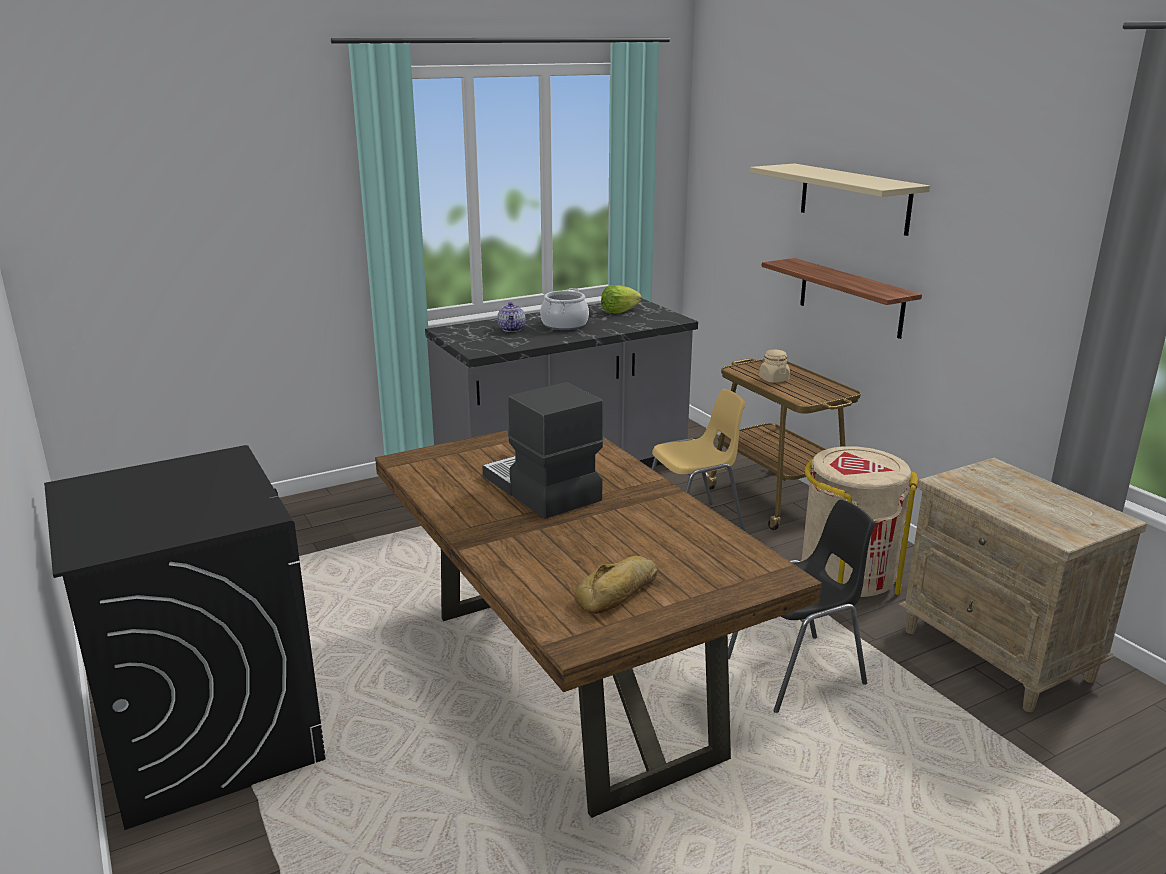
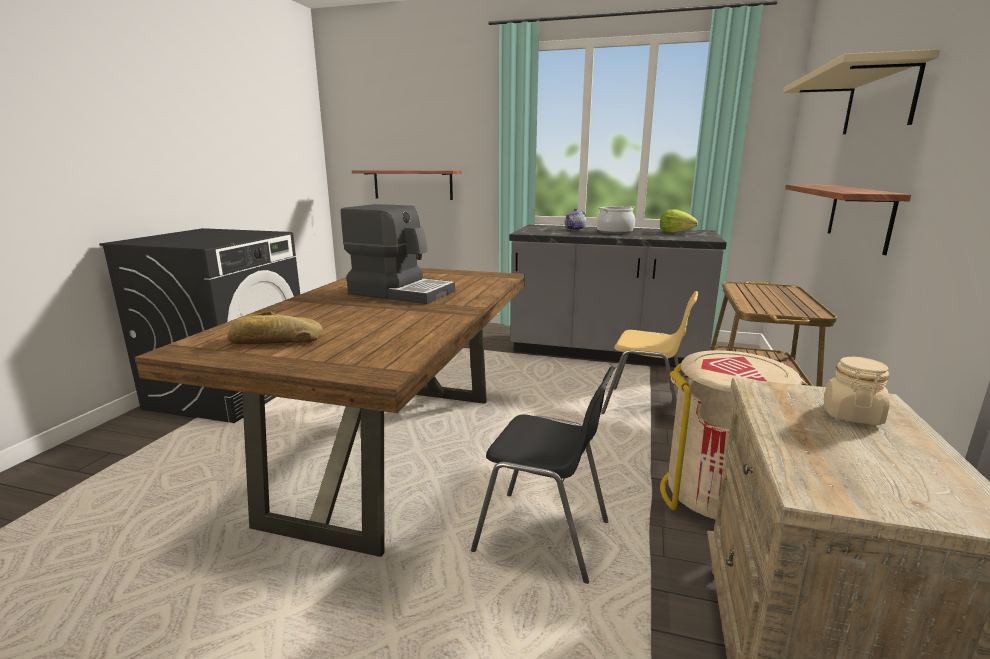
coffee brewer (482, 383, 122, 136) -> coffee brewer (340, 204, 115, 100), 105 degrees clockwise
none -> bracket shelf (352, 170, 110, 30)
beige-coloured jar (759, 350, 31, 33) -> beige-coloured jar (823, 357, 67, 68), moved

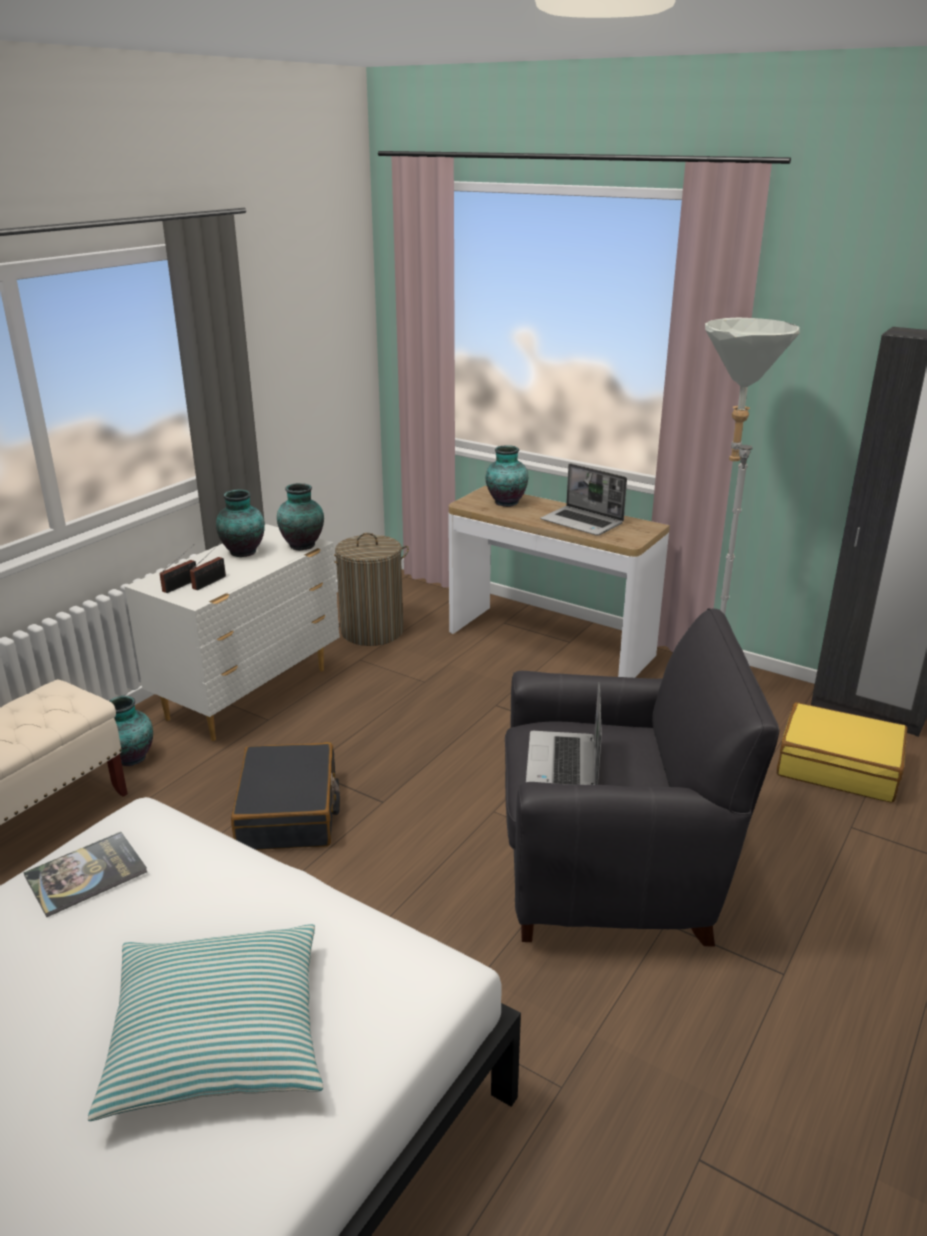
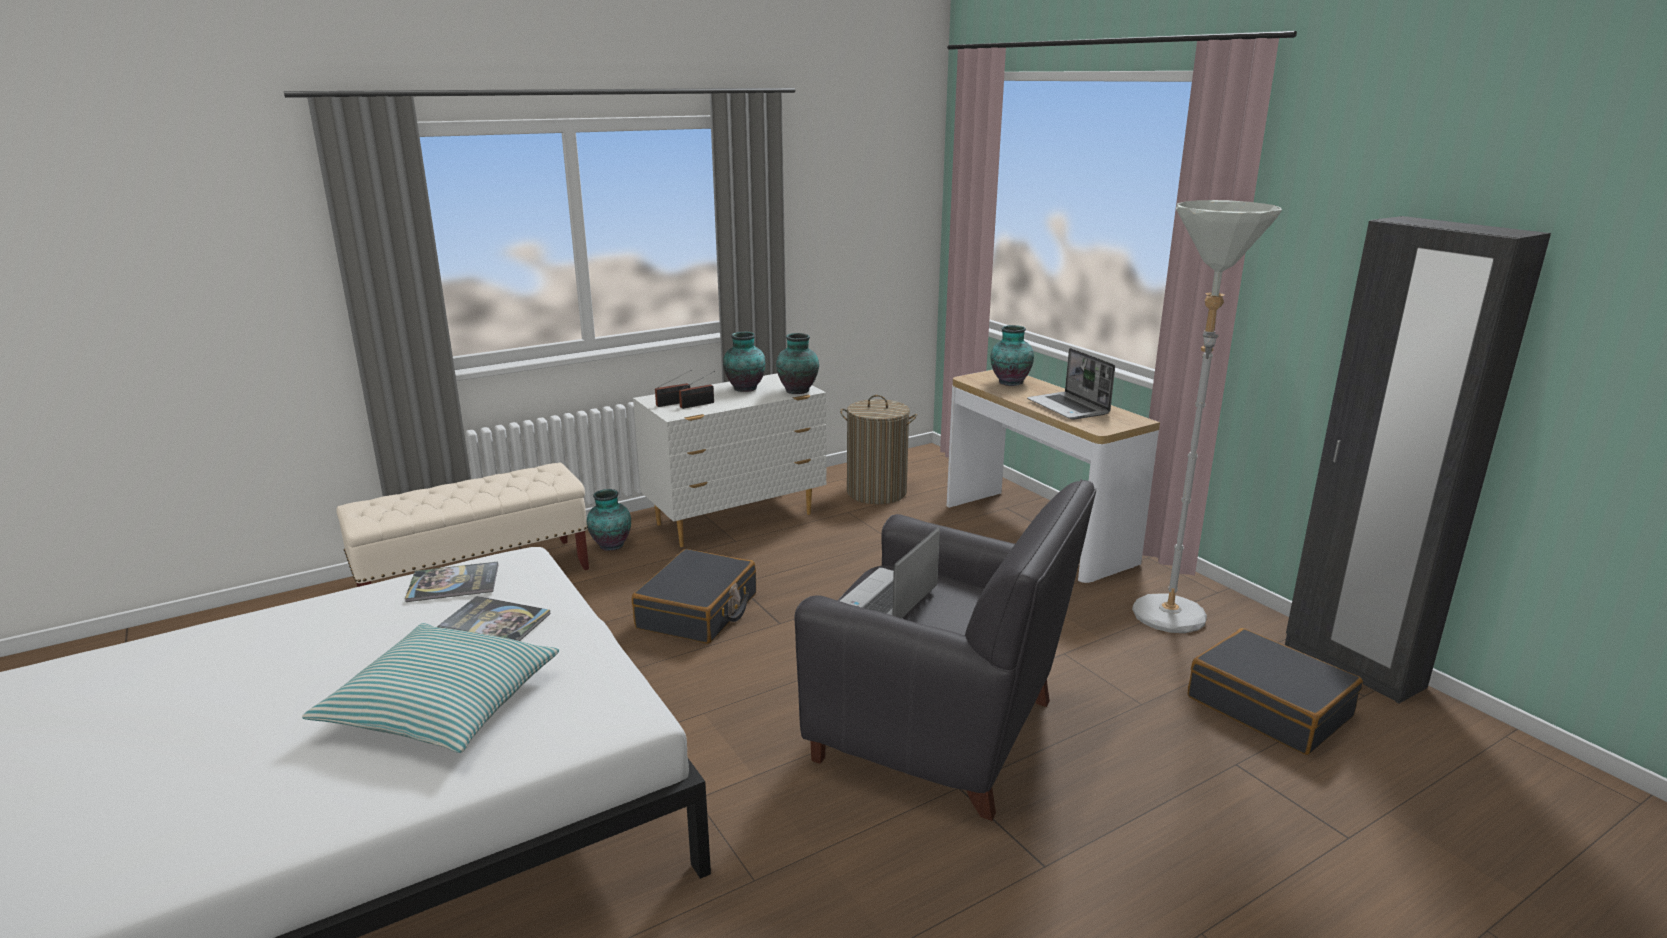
none -> bound book (437, 596, 114, 45)
yellow travel case (776, 703, 131, 100) -> black-coloured travel case (1187, 628, 176, 127)

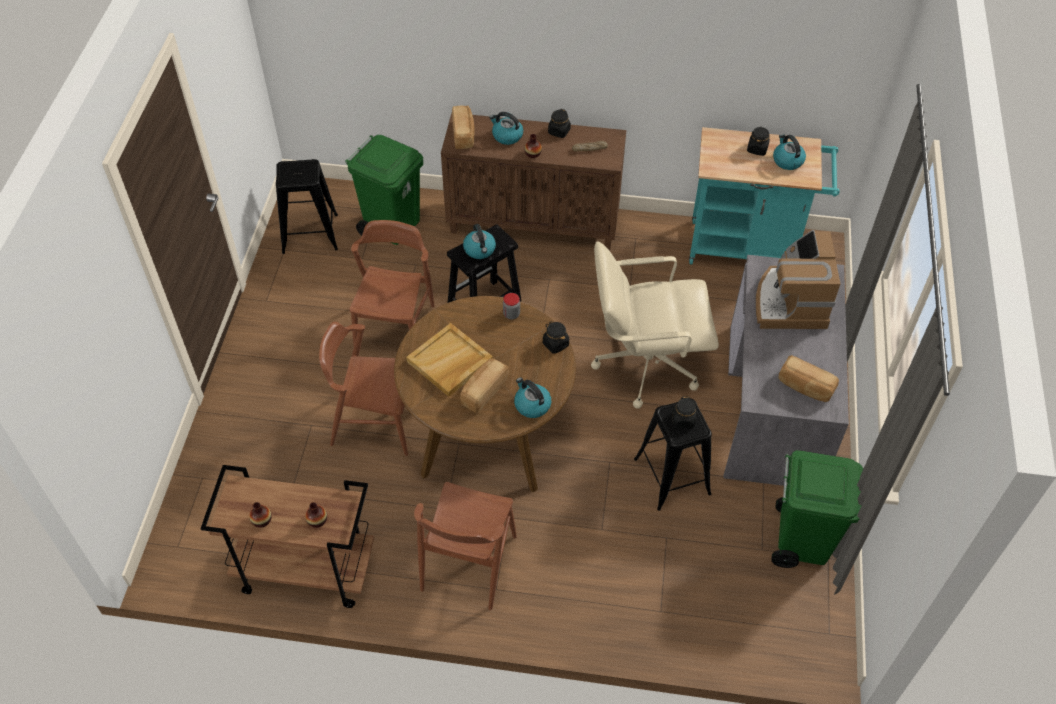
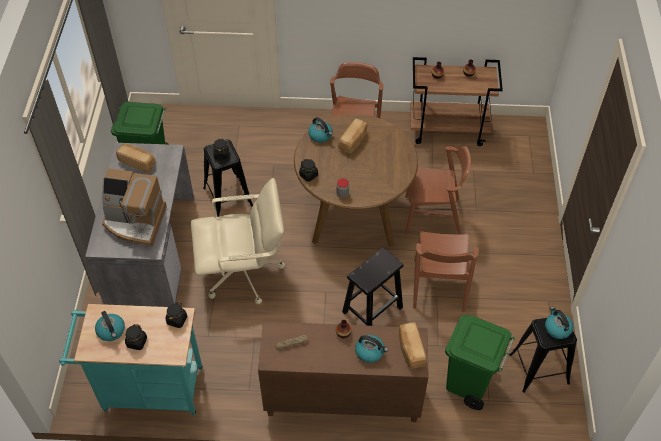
coffee brewer (756, 230, 85, 99) -> coffee brewer (102, 168, 65, 78), 105 degrees clockwise
black-coloured jar (548, 109, 23, 29) -> black-coloured jar (165, 302, 22, 26), moved
tea kettle (463, 224, 33, 35) -> tea kettle (545, 307, 28, 32), moved
beige-coloured serving tray (406, 323, 87, 74) -> none

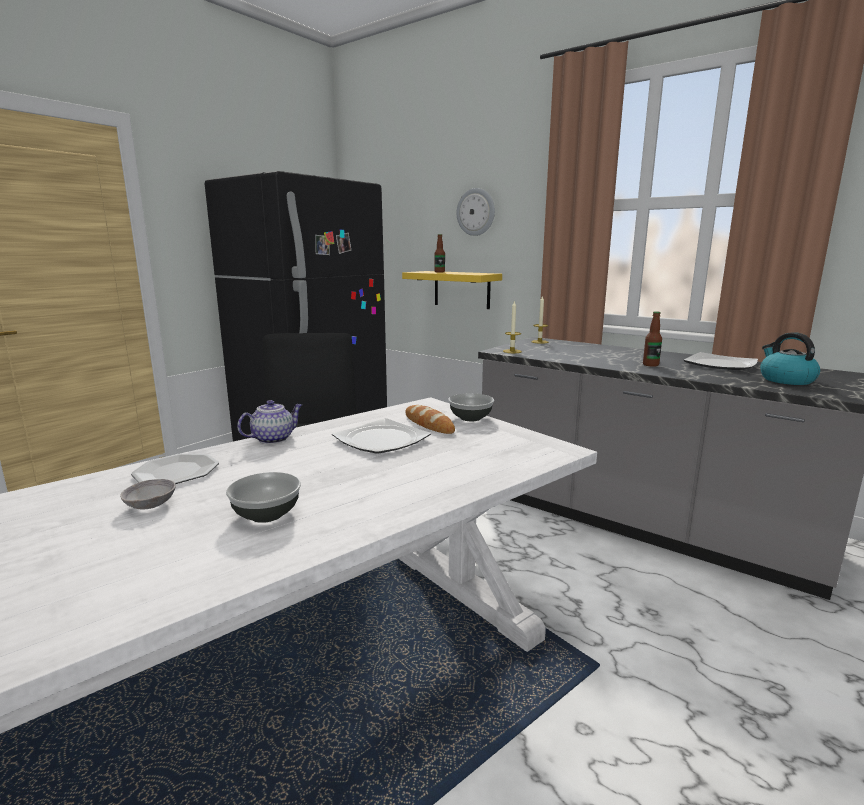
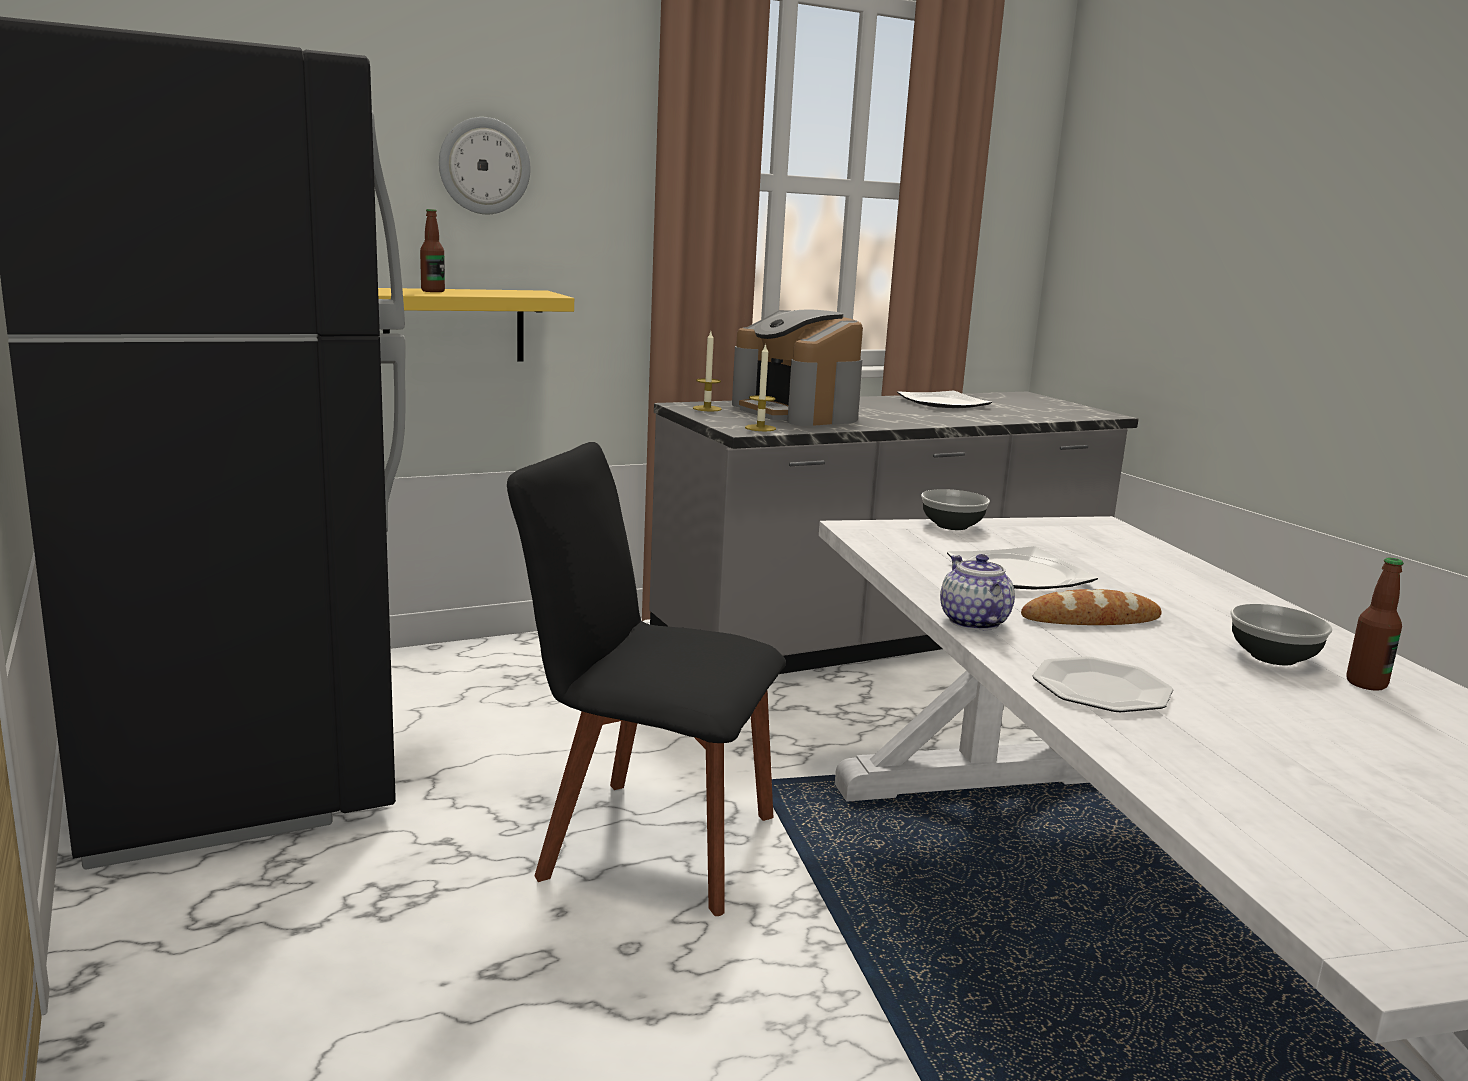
none -> coffee brewer (732, 309, 131, 117)
bakery bread (405, 405, 50, 29) -> bakery bread (1021, 589, 141, 36), moved
beverage bottle (643, 311, 19, 56) -> beverage bottle (1346, 558, 58, 133), moved
grey deep dish (120, 479, 56, 30) -> none
tea kettle (760, 332, 60, 53) -> none

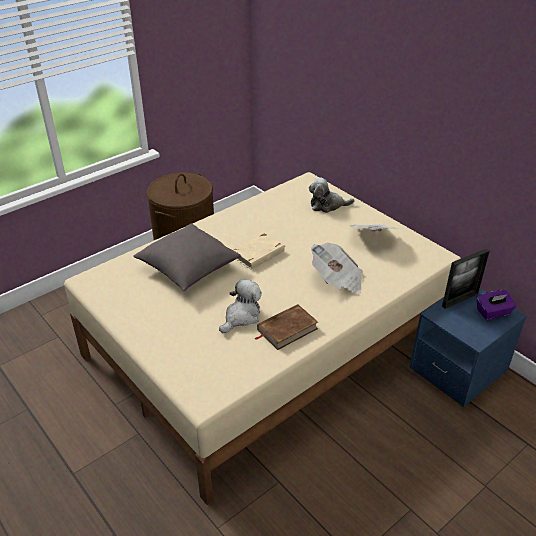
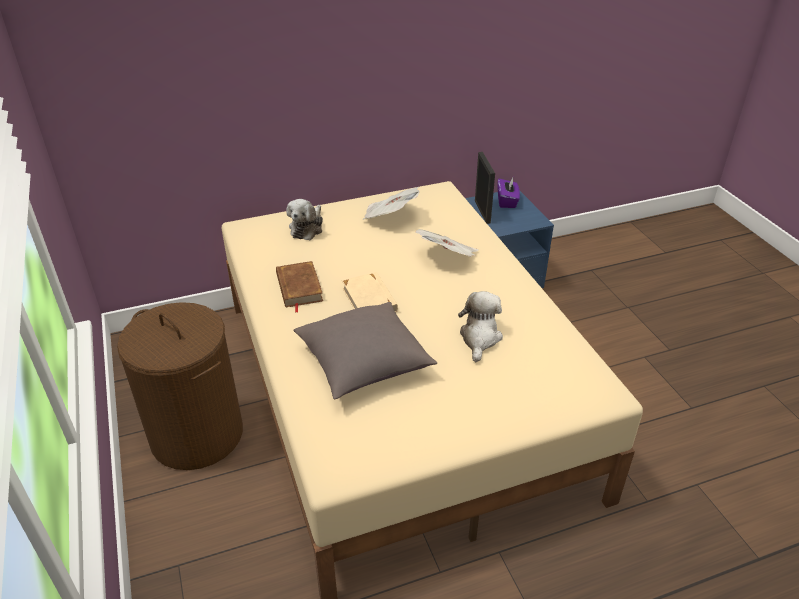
brown-coloured bound book (255, 304, 63, 46) -> brown-coloured bound book (276, 261, 47, 52), moved
soft toy (219, 279, 43, 54) -> soft toy (458, 291, 45, 71), 45 degrees clockwise

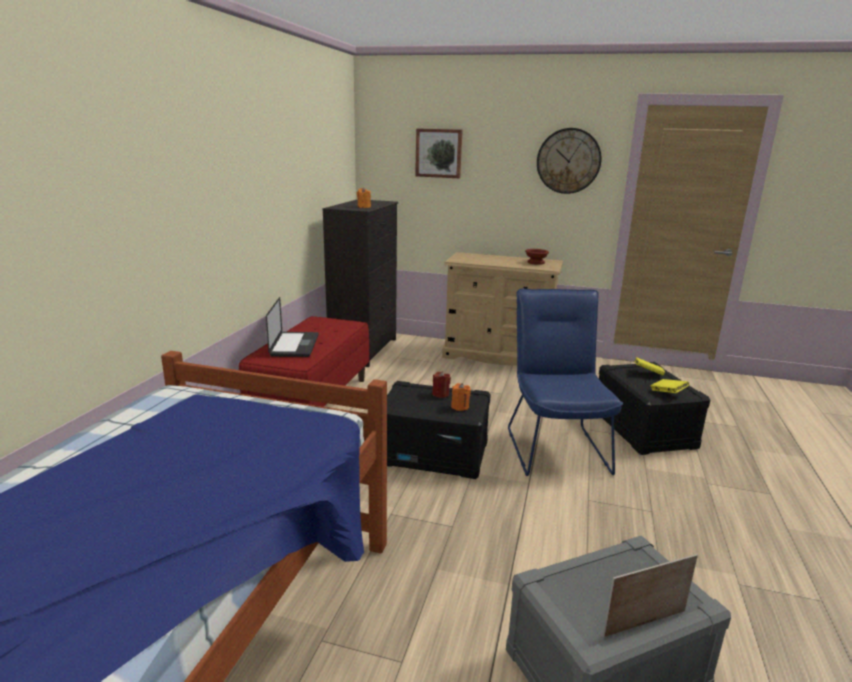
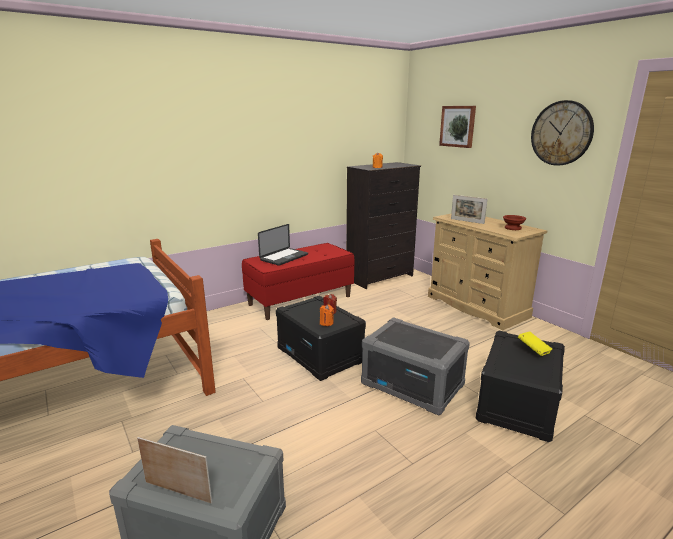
bluish plain chair (508, 288, 115, 188) -> grey storage container (361, 317, 109, 99)
none -> standing frame (451, 195, 36, 29)
yellow bound book (650, 379, 39, 14) -> none

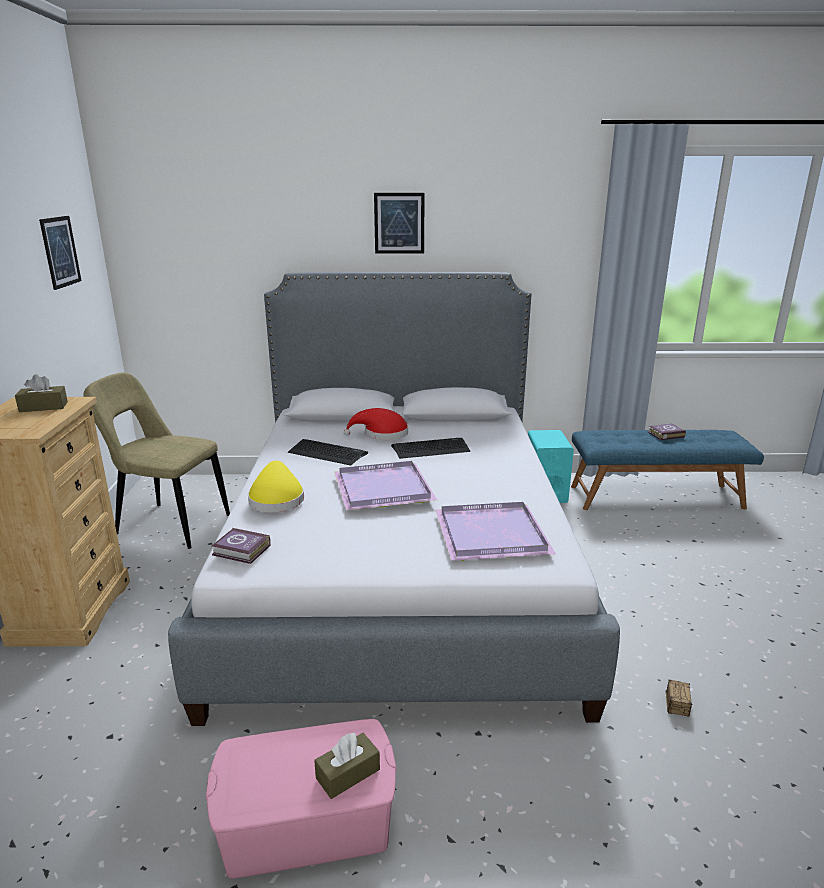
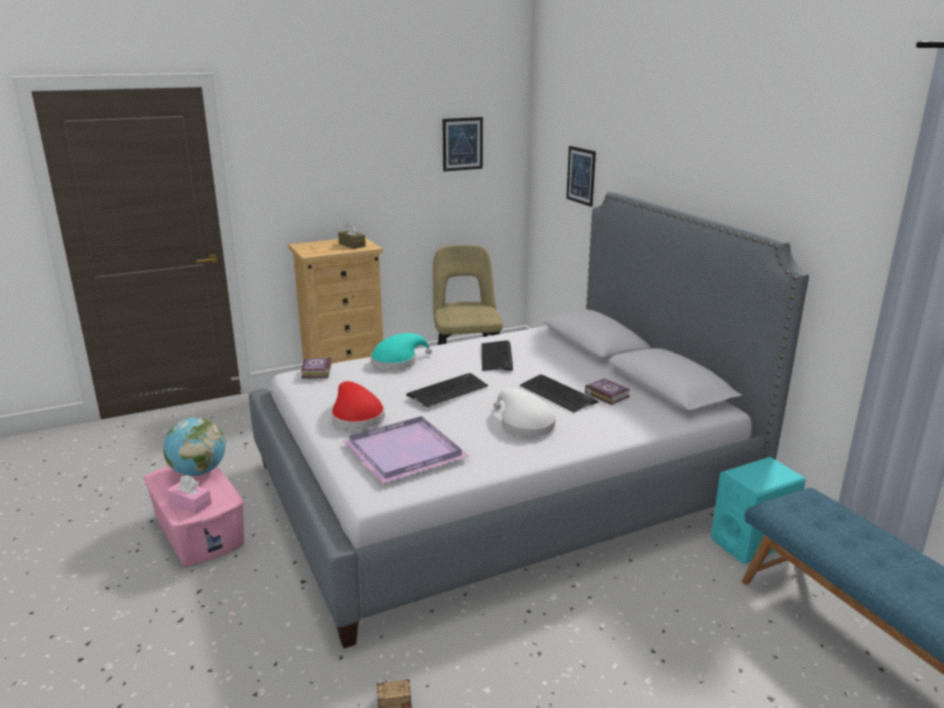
none -> world globe (163, 417, 63, 59)
brown-coloured box of tissues (314, 733, 66, 66) -> pink-coloured box of tissues (167, 475, 45, 39)
red-coloured hat (344, 408, 64, 32) -> red-coloured hat (331, 381, 54, 49), moved
yellow hat (248, 461, 56, 51) -> turquoise-coloured hat (371, 333, 61, 37)
purple serving tray (334, 461, 103, 50) -> computer keyboard (406, 373, 82, 34)
none -> white-coloured hat (494, 388, 61, 49)
picture (374, 193, 51, 61) -> picture (566, 146, 30, 61), moved
bound book (648, 424, 38, 16) -> bound book (585, 379, 46, 26), moved

